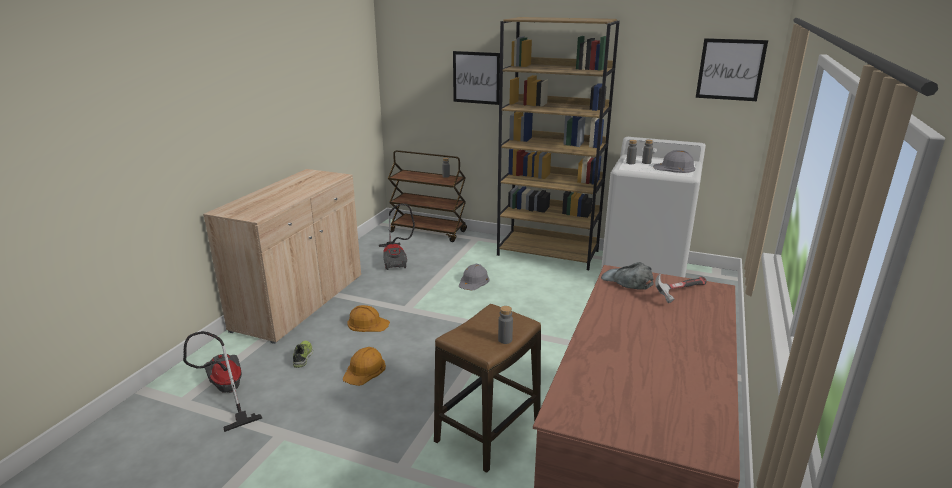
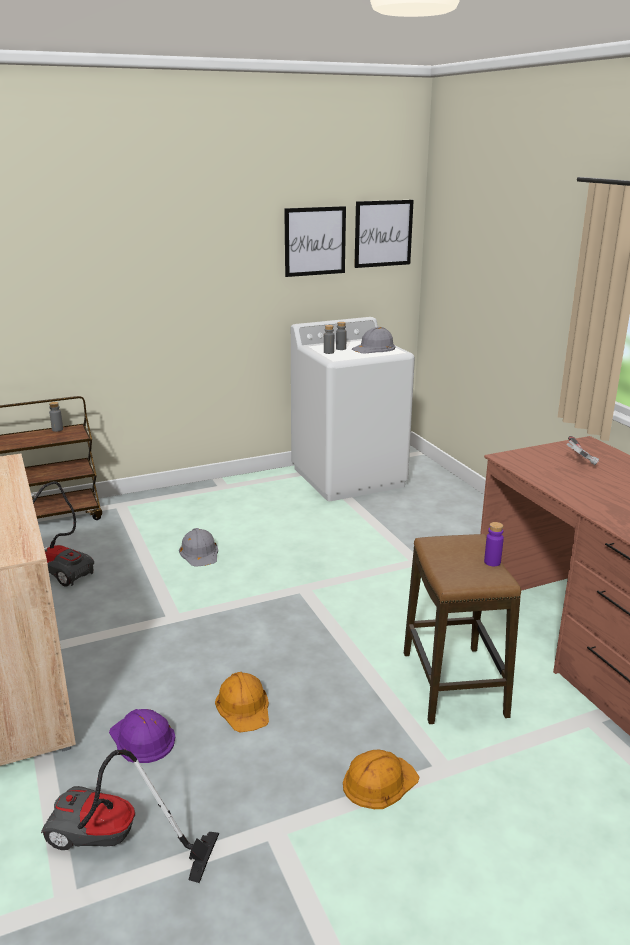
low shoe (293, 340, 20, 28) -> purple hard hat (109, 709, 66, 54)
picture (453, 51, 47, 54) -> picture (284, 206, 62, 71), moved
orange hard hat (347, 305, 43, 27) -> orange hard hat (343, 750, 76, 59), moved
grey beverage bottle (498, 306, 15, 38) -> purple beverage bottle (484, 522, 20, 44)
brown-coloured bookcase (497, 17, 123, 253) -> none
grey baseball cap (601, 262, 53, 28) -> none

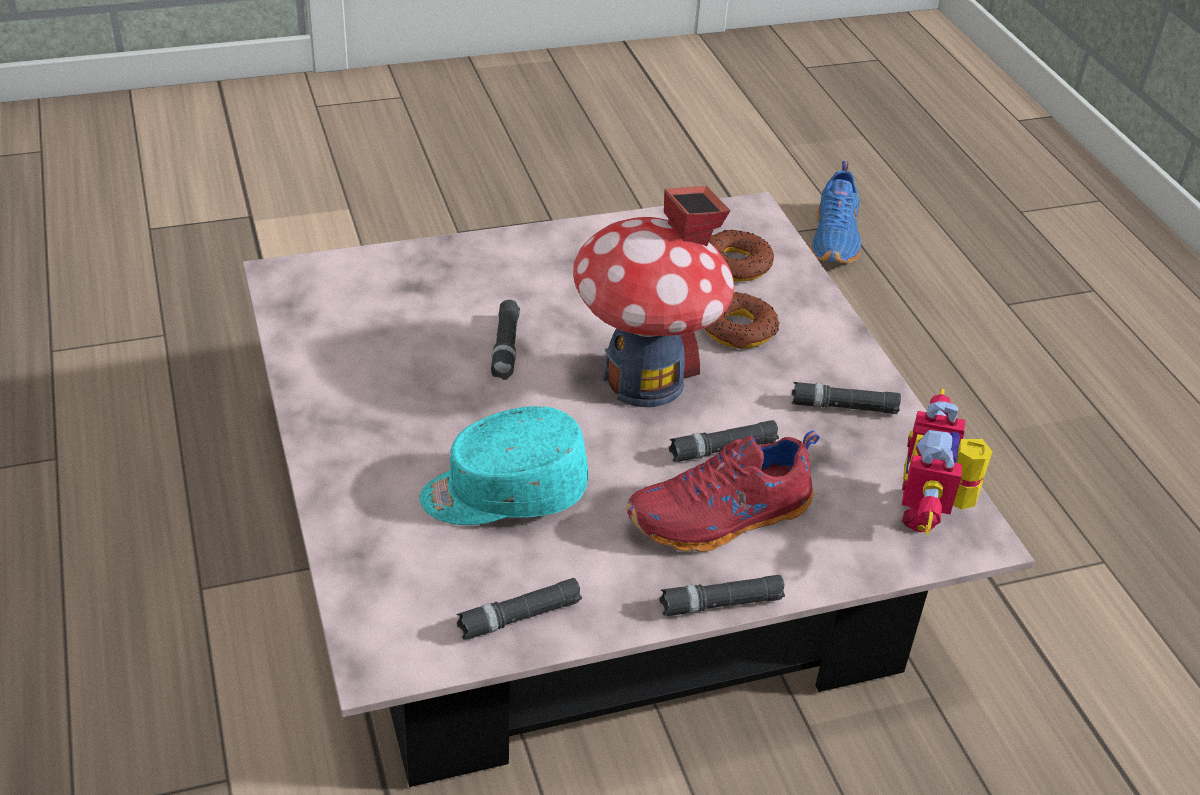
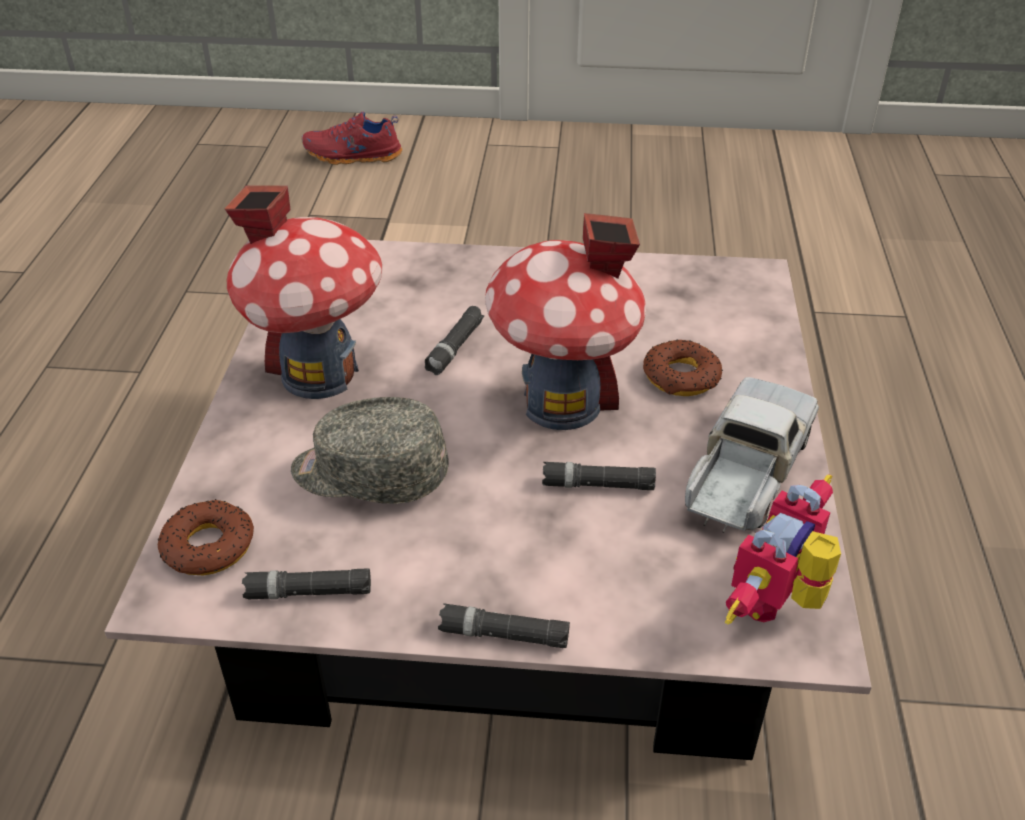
doughnut (709, 230, 65, 52) -> doughnut (158, 499, 96, 77), moved
none -> toy house (224, 185, 158, 214)
turquoise-coloured baseball cap (420, 406, 168, 119) -> grey baseball cap (291, 397, 158, 107)
red-coloured low shoe (626, 430, 193, 122) -> red-coloured low shoe (302, 112, 101, 53), moved
black-coloured hand torch (791, 382, 110, 32) -> toy lorry (685, 377, 134, 156)
bluish low shoe (810, 161, 51, 102) -> none

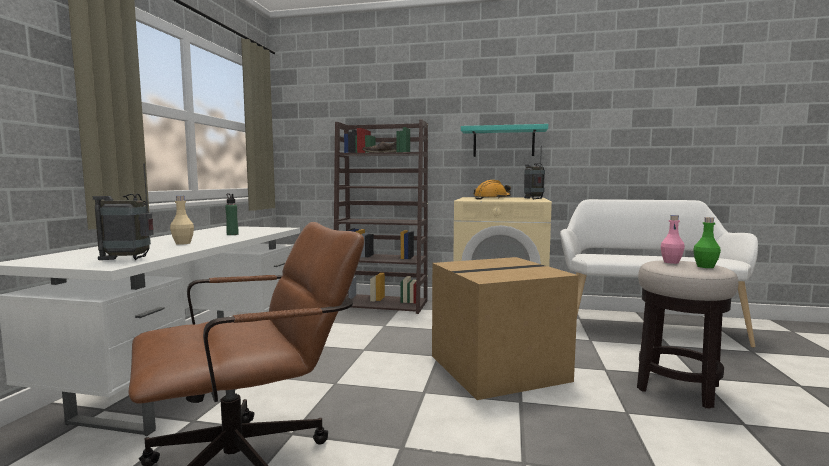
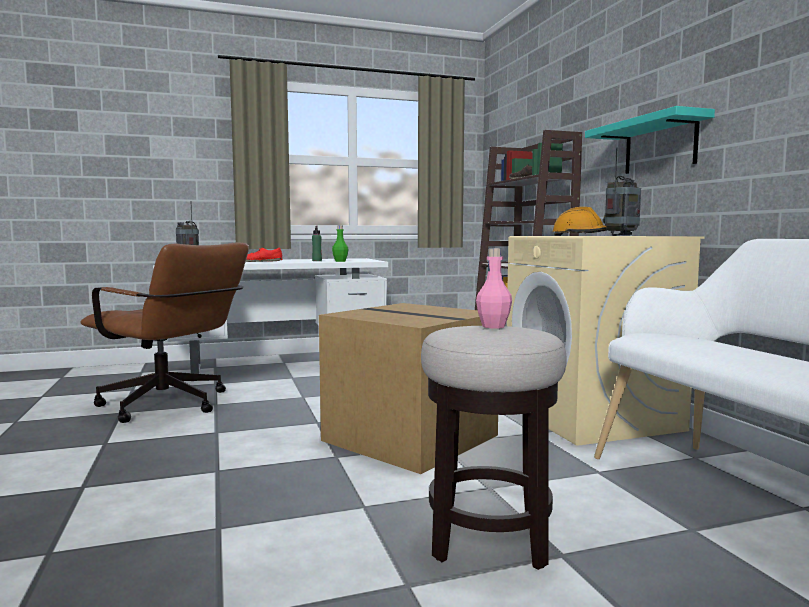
beige-coloured beverage bottle (170, 196, 24, 49) -> red-coloured low shoe (246, 247, 36, 15)
green beverage bottle (693, 217, 28, 51) -> green beverage bottle (332, 226, 17, 36), moved

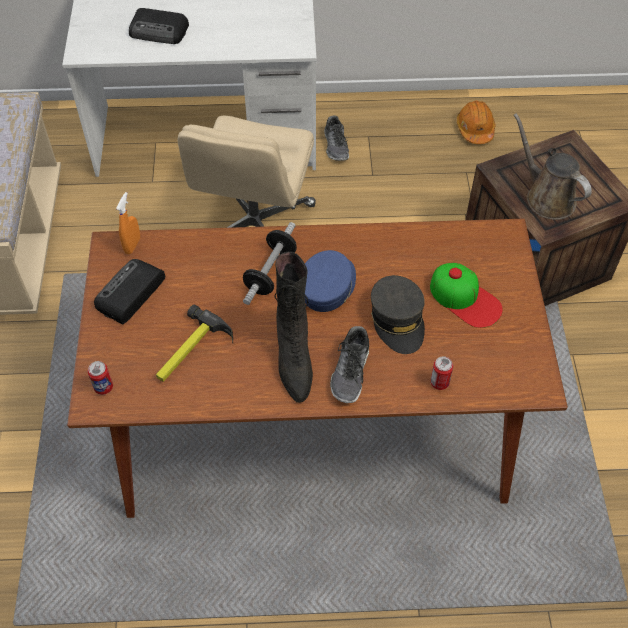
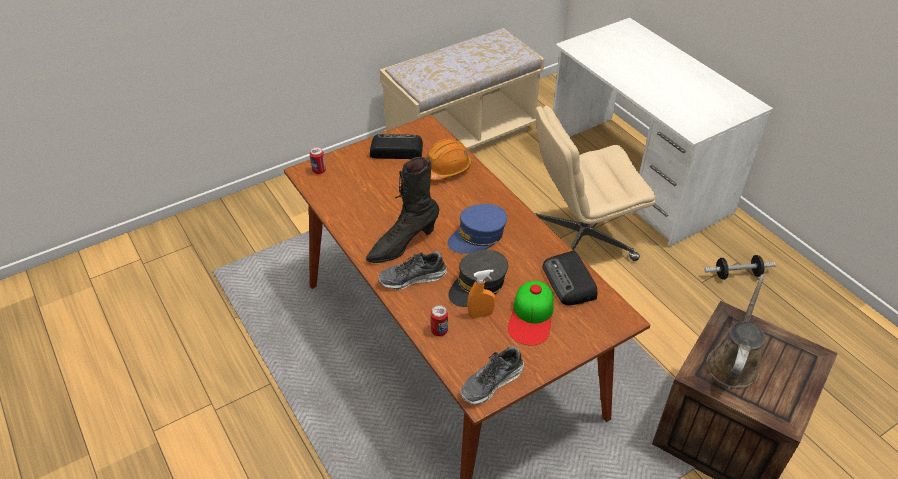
orange hard hat (457, 100, 38, 44) -> orange hard hat (425, 138, 47, 42), moved
bluish baseball cap (304, 250, 52, 62) -> bluish baseball cap (448, 204, 59, 50), 150 degrees clockwise
low shoe (324, 115, 25, 46) -> low shoe (460, 346, 64, 58), moved
orange sprayer (116, 192, 24, 62) -> orange sprayer (467, 270, 28, 48), moved
radio receiver (129, 8, 60, 36) -> radio receiver (543, 251, 54, 54), moved
hand weight (243, 222, 54, 83) -> hand weight (704, 255, 72, 25), moved
tool hammer (156, 305, 77, 77) -> none

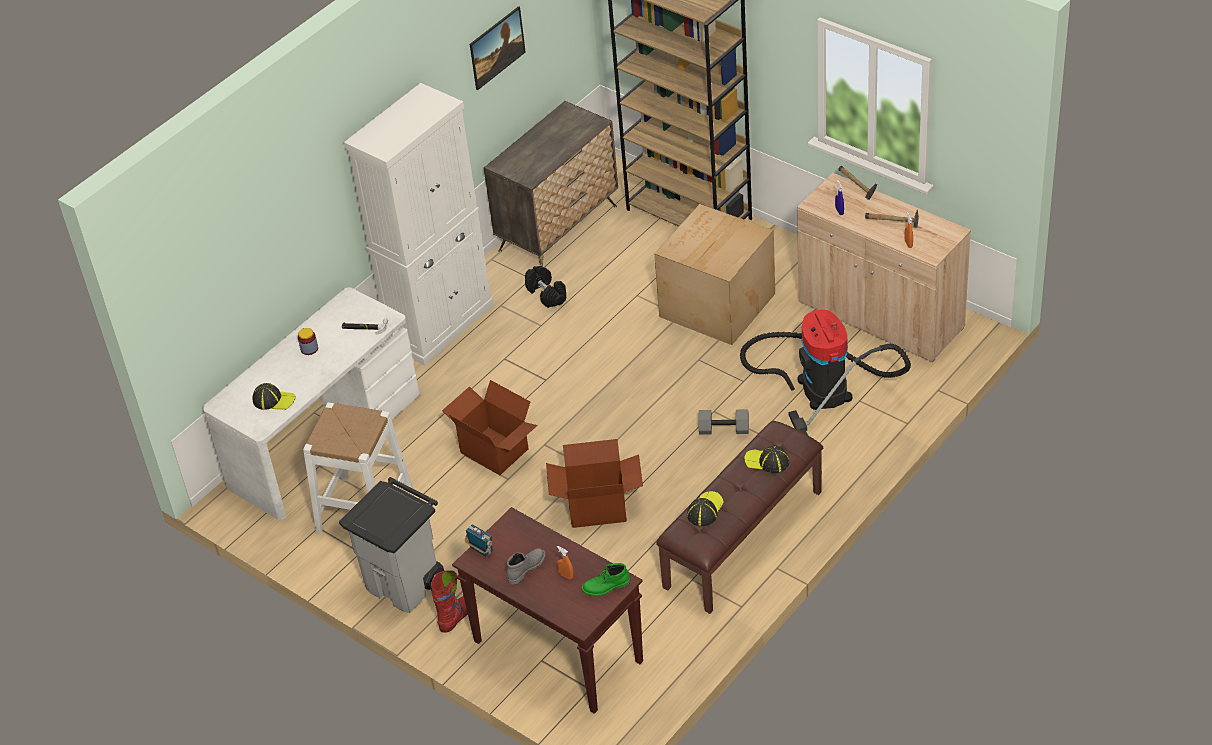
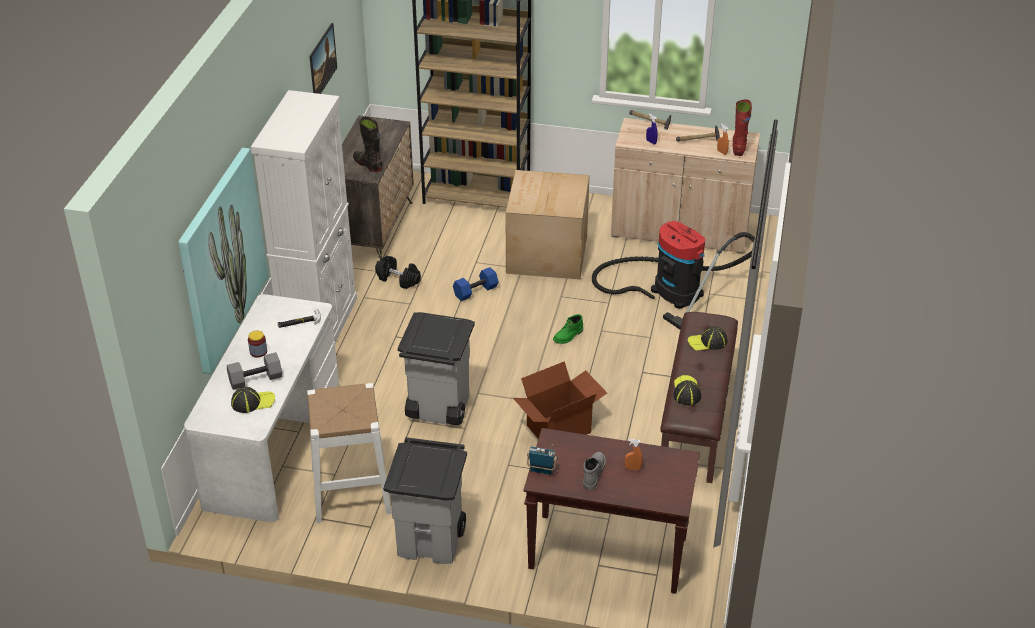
none -> picture (178, 148, 90, 226)
grey hand weight (698, 409, 51, 26) -> grey hand weight (227, 352, 55, 38), moved
none -> black-coloured tall boot (353, 117, 30, 55)
packing box (442, 380, 96, 95) -> grey rubbish bin (397, 312, 78, 113)
none -> bluish hand weight (453, 267, 46, 34)
green tall boot (582, 563, 48, 33) -> green tall boot (553, 314, 30, 30), moved
red-coloured tall boot (431, 570, 37, 63) -> red-coloured tall boot (733, 99, 19, 57), moved

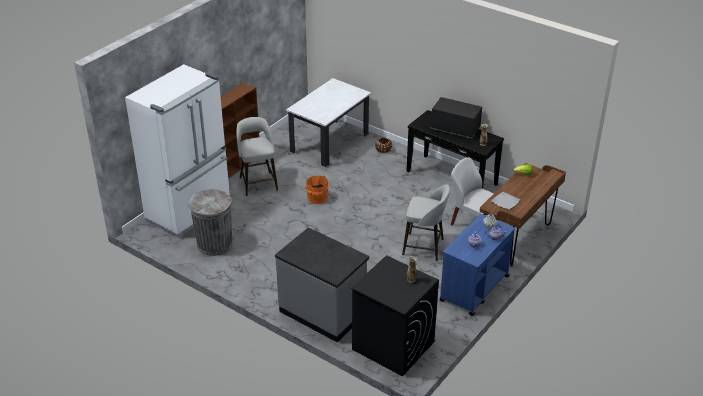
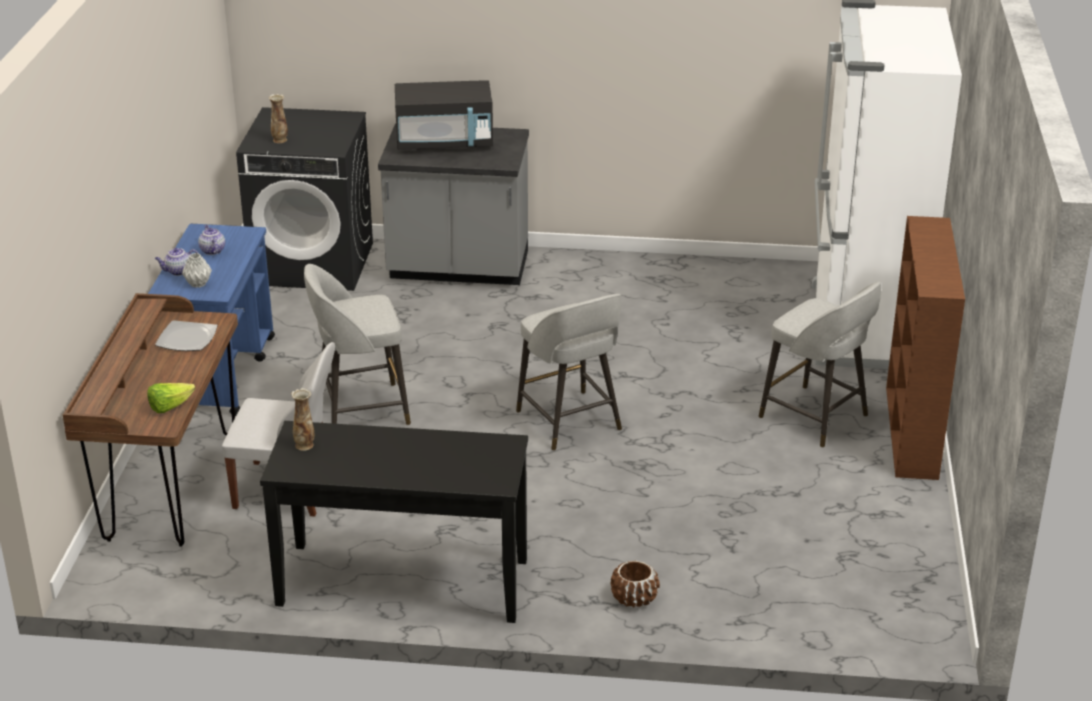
black-coloured kitchen microwave (431, 97, 51, 41) -> black-coloured kitchen microwave (395, 80, 98, 70), moved
none -> grey stool (516, 294, 106, 156)
grey rubbish bin (189, 189, 44, 67) -> none
white-coloured dining table (286, 78, 85, 89) -> none
orange pail (304, 175, 25, 29) -> none

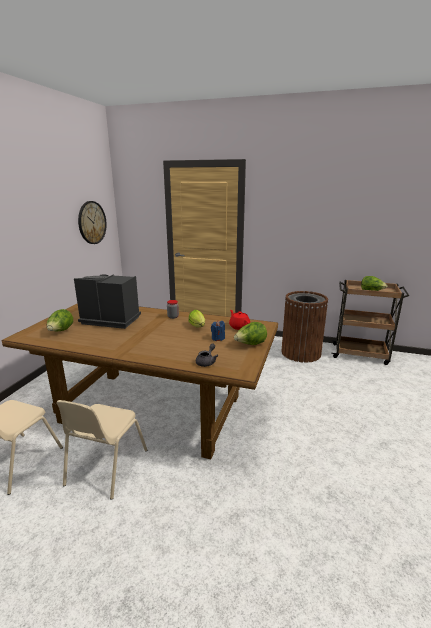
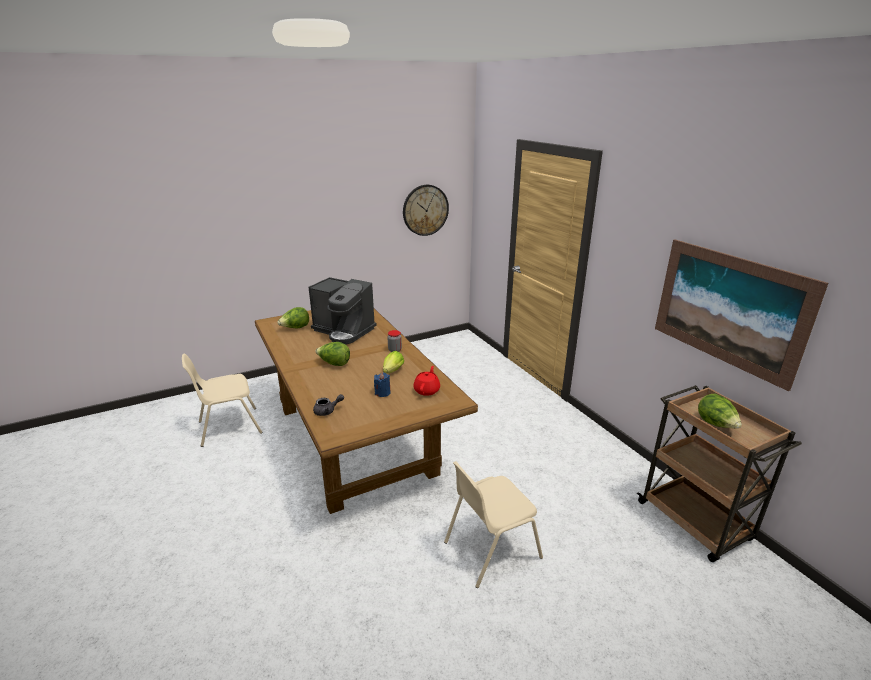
coffee brewer (74, 274, 67, 55) -> coffee brewer (309, 277, 68, 68), 150 degrees clockwise
lettuce (234, 322, 33, 23) -> lettuce (315, 342, 35, 24), moved
beige-coloured plain chair (56, 400, 91, 100) -> beige-coloured plain chair (444, 461, 99, 127), moved
none -> picture (655, 239, 173, 152)
brown-coloured rubbish bin (281, 291, 47, 72) -> none

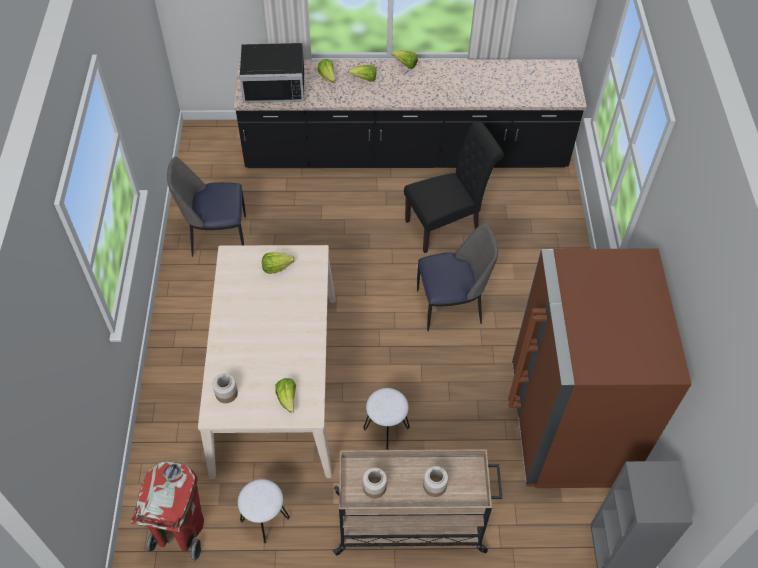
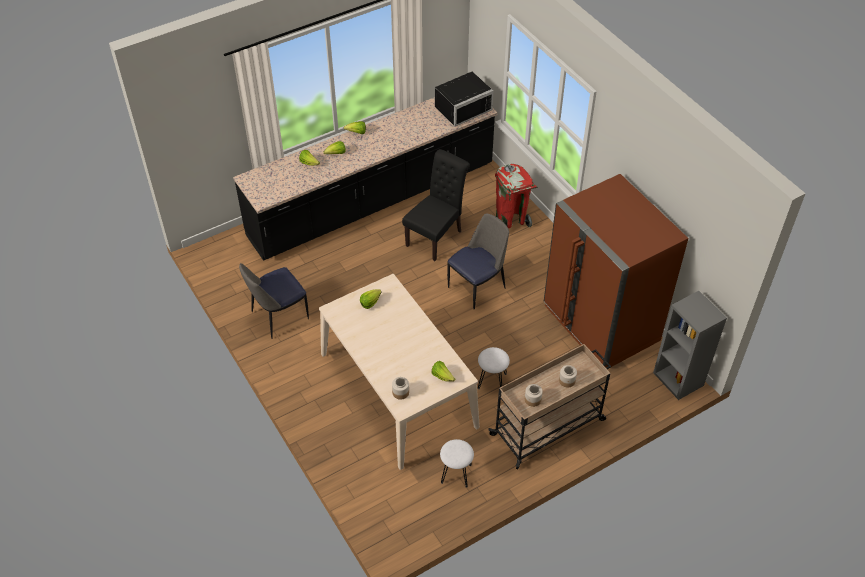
black-coloured kitchen microwave (240, 43, 64, 60) -> black-coloured kitchen microwave (435, 71, 58, 55), moved
red-coloured rubbish bin (130, 461, 74, 100) -> red-coloured rubbish bin (495, 164, 43, 64), moved

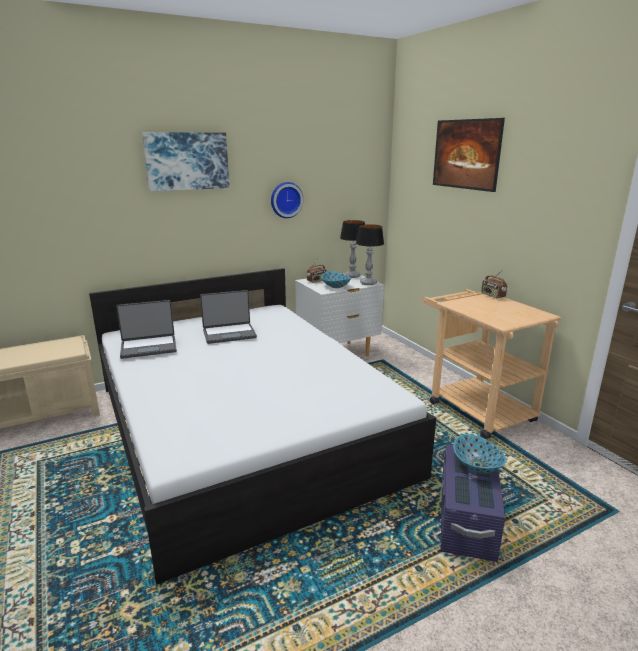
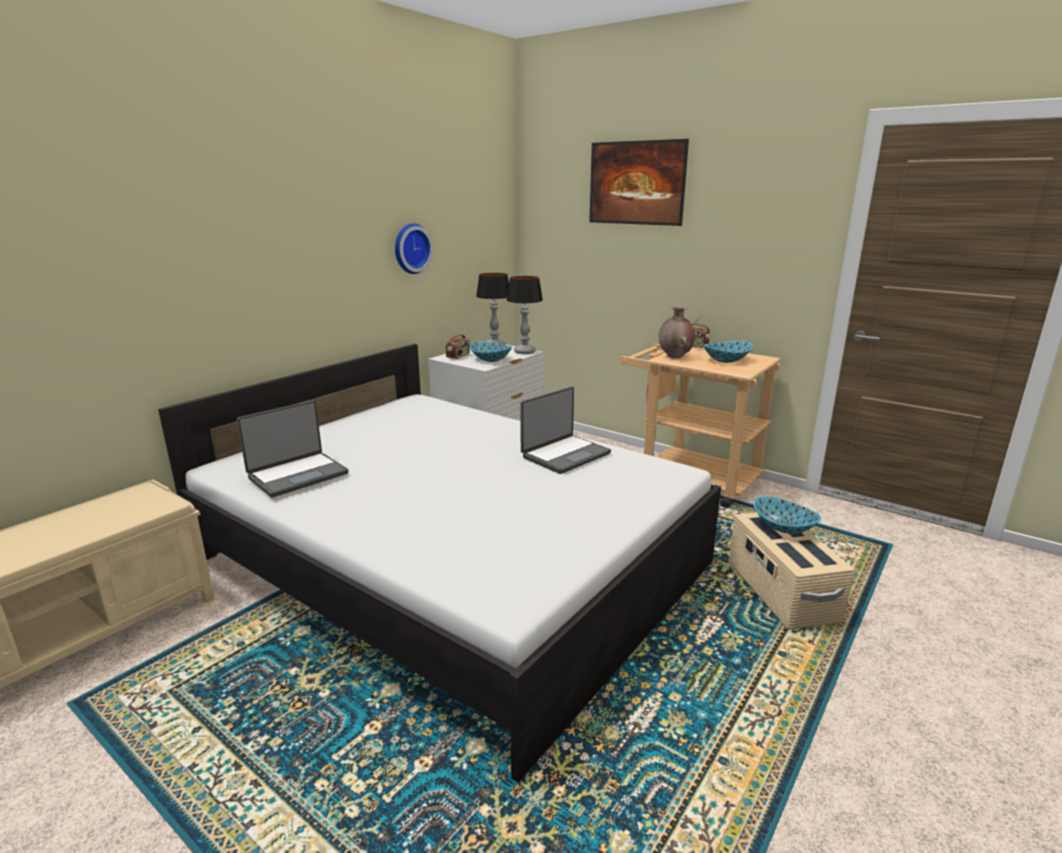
laptop (200, 290, 57, 54) -> laptop (520, 386, 91, 88), moved
none -> brown-coloured decorative vase (659, 306, 36, 52)
none -> deep dish (703, 340, 50, 23)
purple storage container (441, 444, 64, 118) -> beige-coloured storage container (729, 512, 126, 118)
picture (142, 132, 87, 59) -> none

